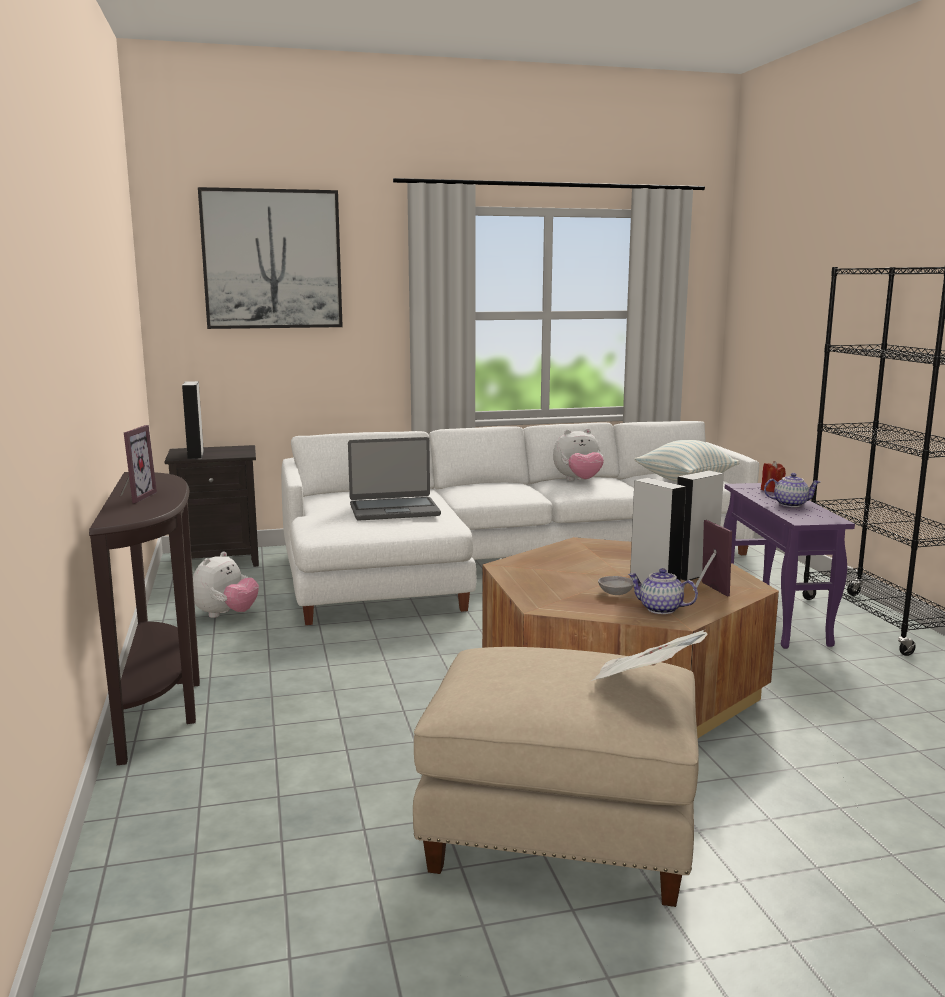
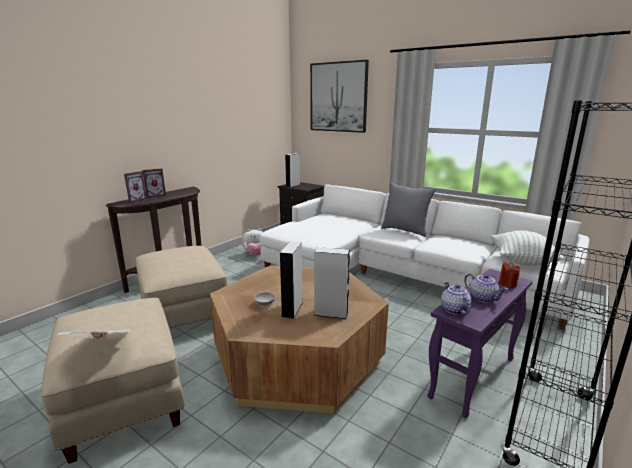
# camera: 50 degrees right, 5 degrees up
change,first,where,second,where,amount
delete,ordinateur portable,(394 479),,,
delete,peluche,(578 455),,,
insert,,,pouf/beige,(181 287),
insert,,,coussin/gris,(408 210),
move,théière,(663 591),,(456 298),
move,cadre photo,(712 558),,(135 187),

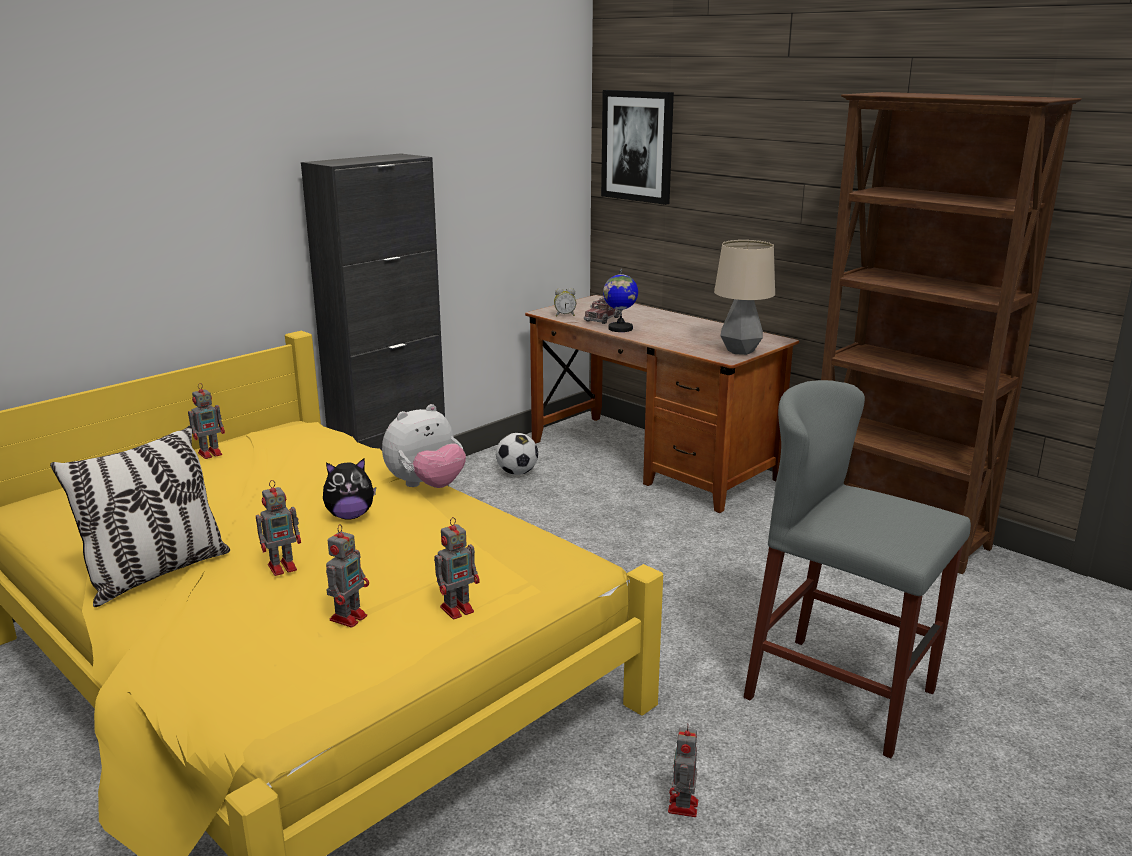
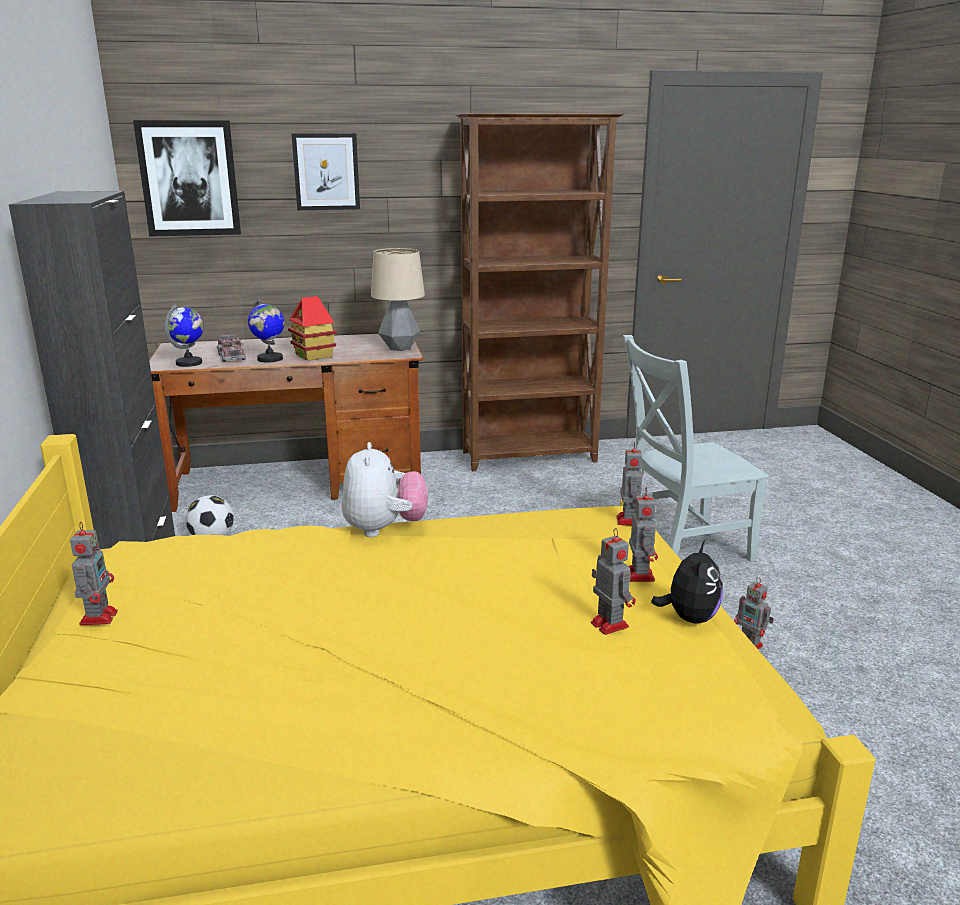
# camera: 55 degrees left, 0 degrees up
change,first,where,second,where,amount
delete,coussin,(140 516),,,
insert,,,maison miniature,(312 328),
insert,,,tableau,(326 171),
move,robot jouet,(278 528),,(629 483),
move,peluche,(349 489),,(687 582),
replace,réveil,(565 302),globe,(184 335),
replace,tabouret/gris,(857 569),chaise/gris,(696 448),

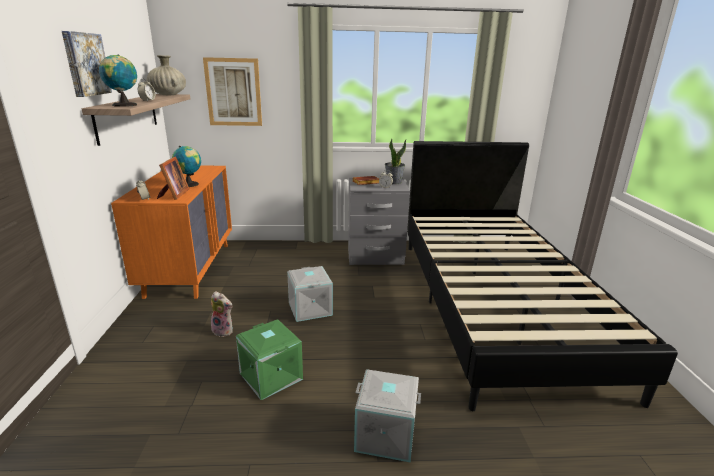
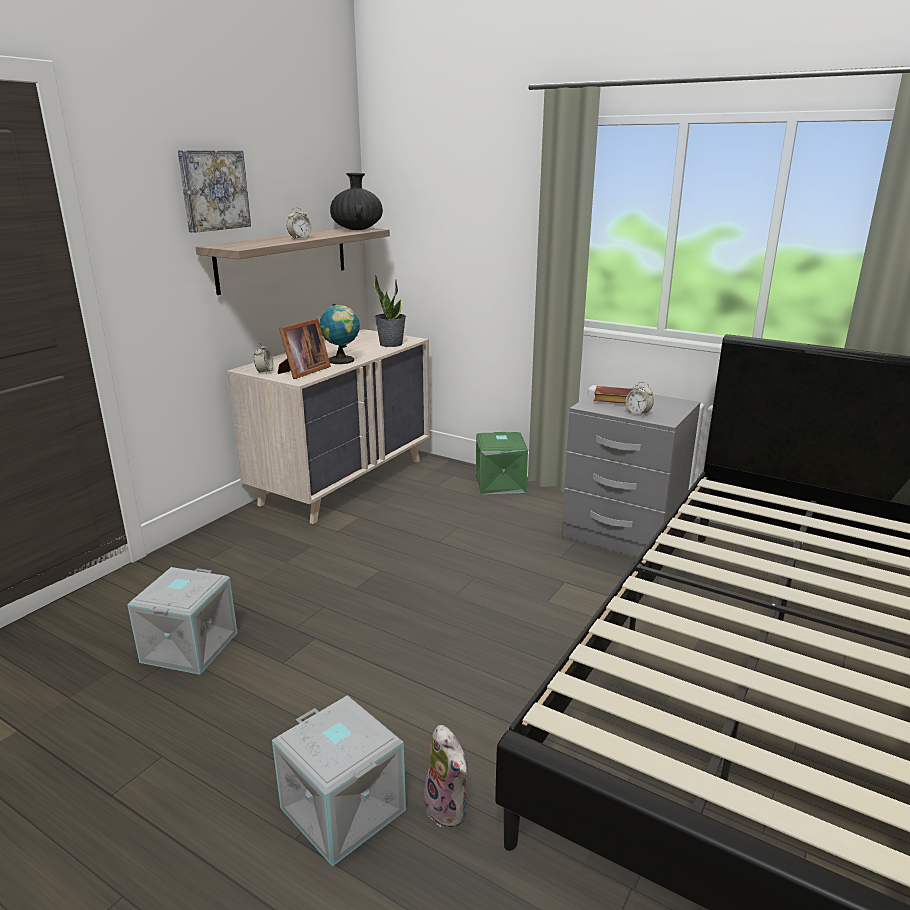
# camera: 35 degrees right, 0 degrees up
change,first,where,second,where,amount
delete,globe,(118 81),,,
delete,tableau,(232 91),,,
move,peluche,(222 314),,(446 776),
move,boîte de rangement/vert,(269 359),,(502 463),
move,boîte de rangement/gris,(310 294),,(182 621),
move,plante en pot,(395 162),,(390 311),
recolor,commode/orange,(171 232),commode/beige,(328 426),
recolor,vase/beige,(166 75),vase/noir,(356 201),

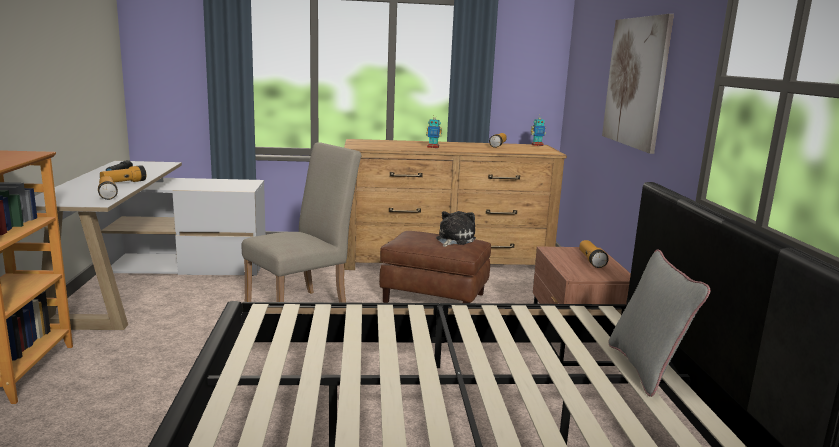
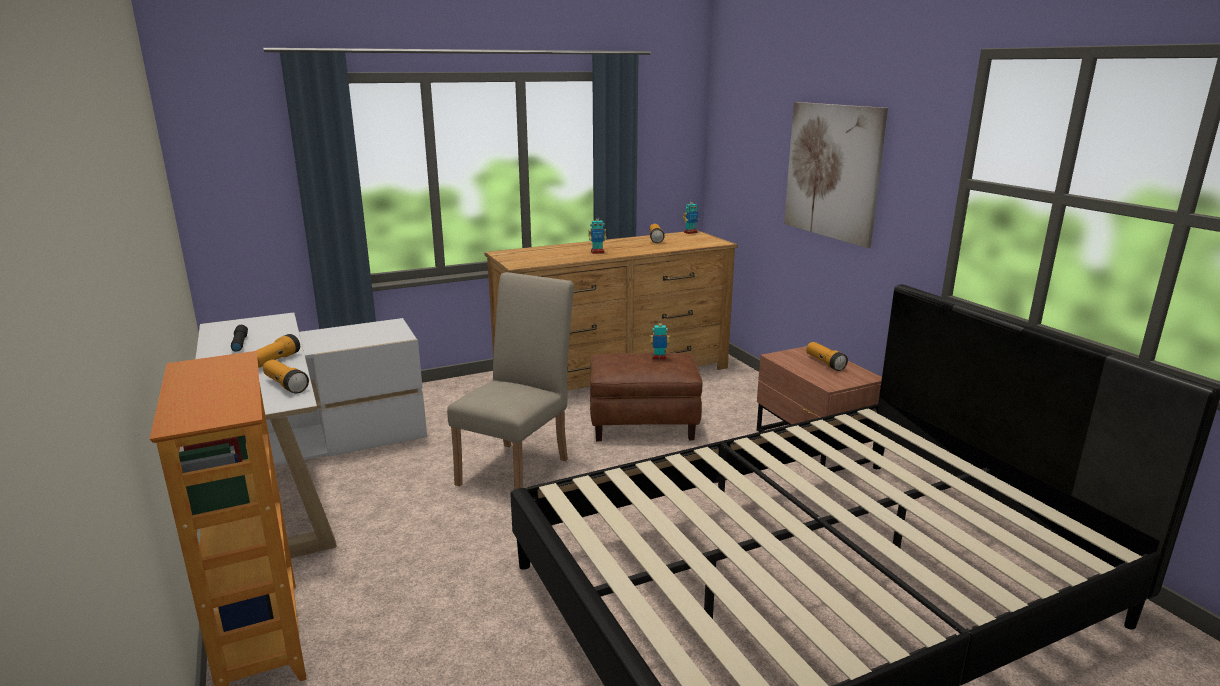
# camera: 20 degrees left, 5 degrees up
change,first,where,second,where,amount
delete,coussin/gris,(659 323),,,
replace,peluche,(456 229),robot jouet,(660 341),

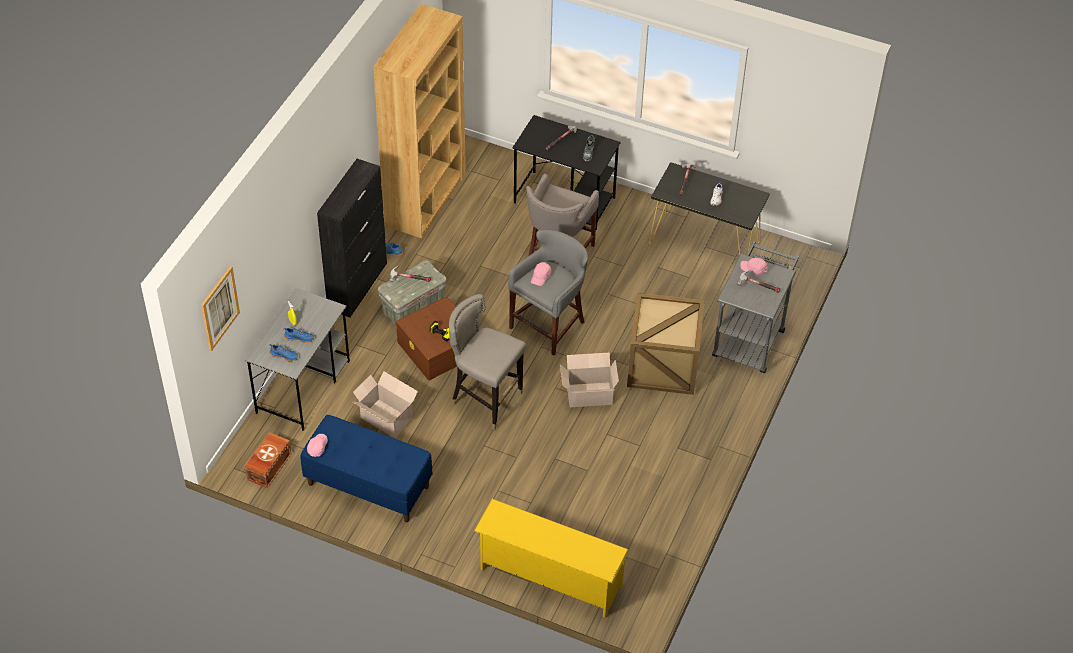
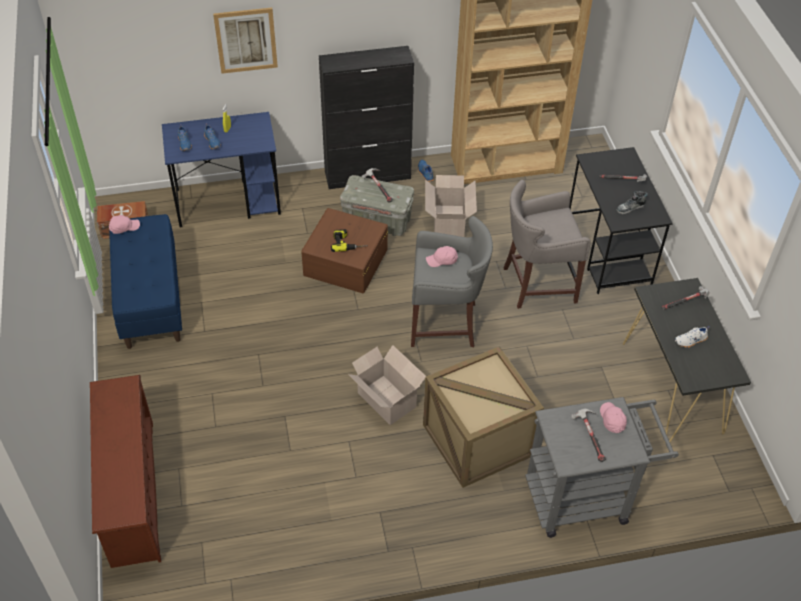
# camera: 55 degrees right, 0 degrees up
change,first,where,second,where,amount
delete,tabouret/gris,(487 362),,,
move,tableau,(220 308),,(245 41),
move,carton,(385 404),,(451 206),
recolor,bureau/gris,(297 359),bureau/bleu,(221 169),
recolor,étagère à chaussures/jaune,(551 558),étagère à chaussures/marron,(125 471),

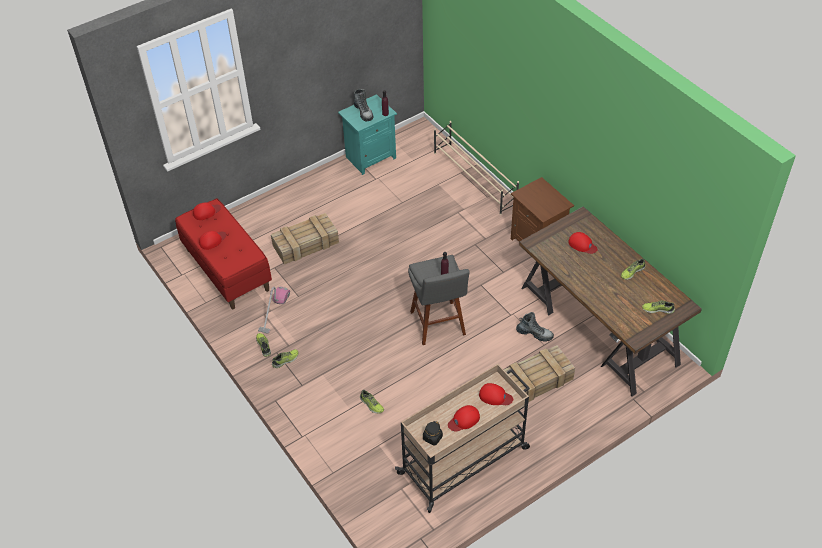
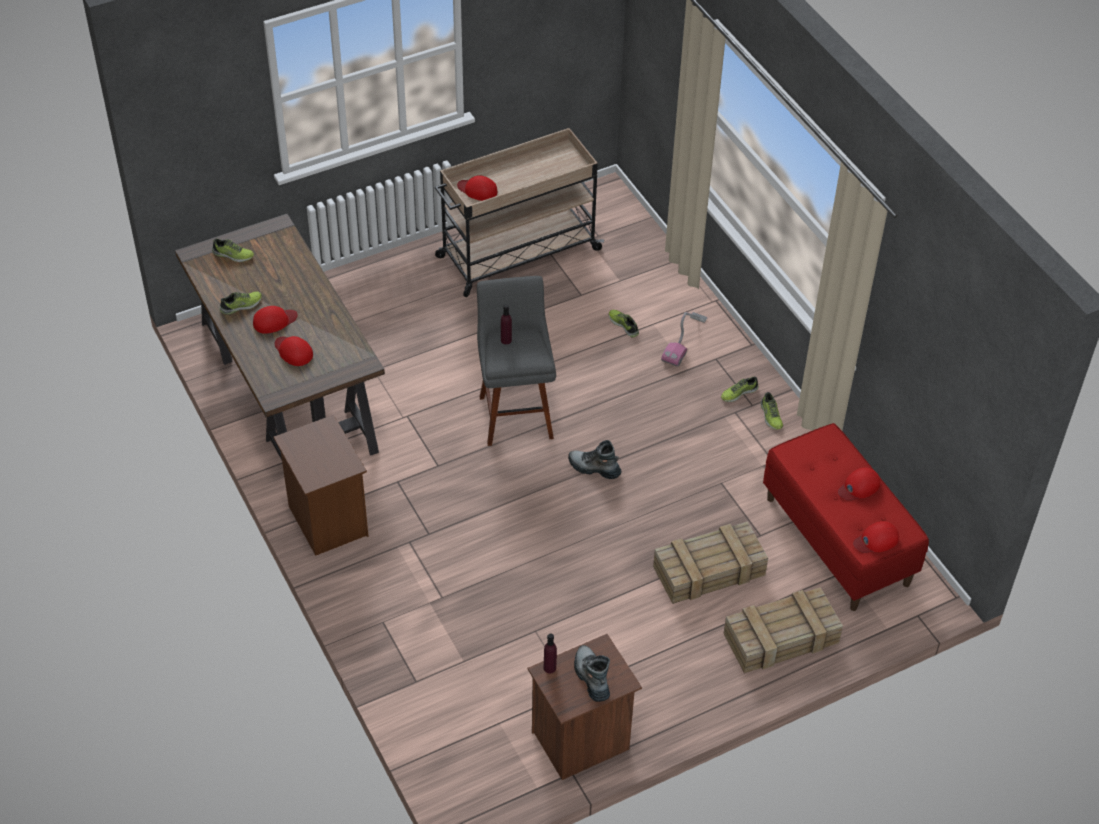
# camera: 175 degrees left, 0 degrees up
change,first,where,second,where,amount
delete,bocal/noir,(433 433),,,
delete,étagère à chaussures/beige,(476 168),,,
move,aspirateur,(274 310),,(684 339),
move,casquette/rouge,(464 418),,(275 320),
move,caisse,(539 373),,(783 630),
move,botte,(535 327),,(594 459),
recolor,table de chevet/turquoise,(367 134),table de chevet/marron,(585 707),

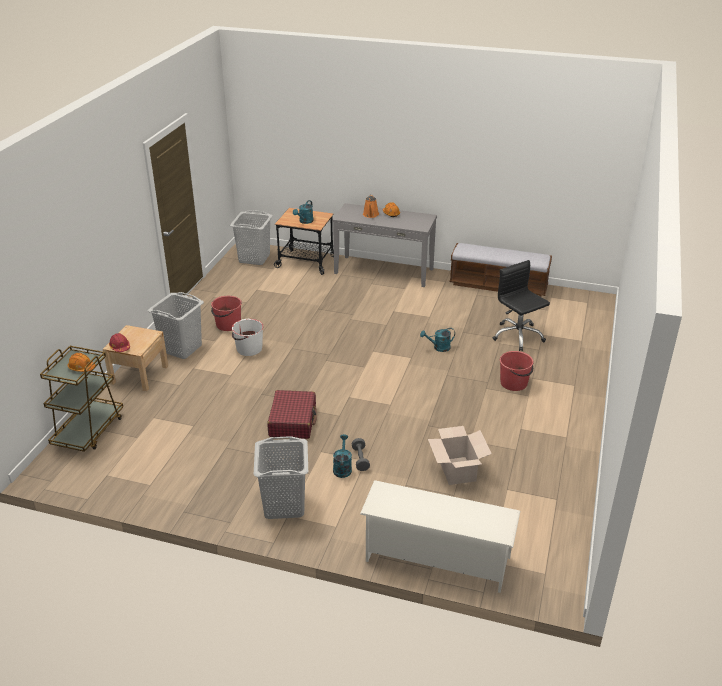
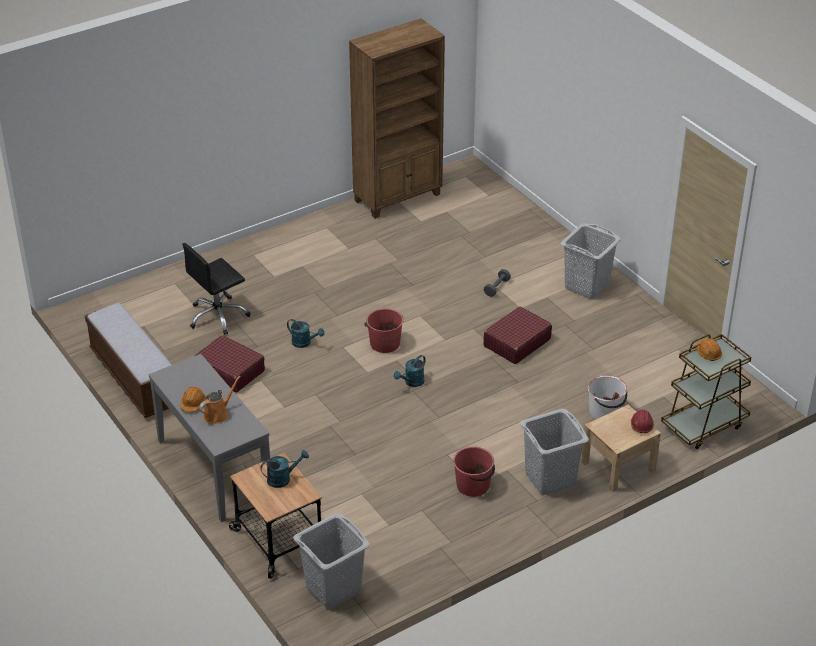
# camera: 140 degrees left, 5 degrees up
change,first,where,second,where,amount
delete,étagère à chaussures/blanc,(440 536),,,
delete,carton,(460 455),,,
insert,,,valise/rouge,(229 364),
insert,,,bibliothèque/marron,(397 118),
move,seau/blanc,(248 337),,(607 397),
move,arrosoir/turquoise,(342 456),,(410 371),
move,seau/rouge,(517 371),,(384 330),
rotate,chaise de bureau/noir,(521 305),,(216 289),45 degrees clockwise

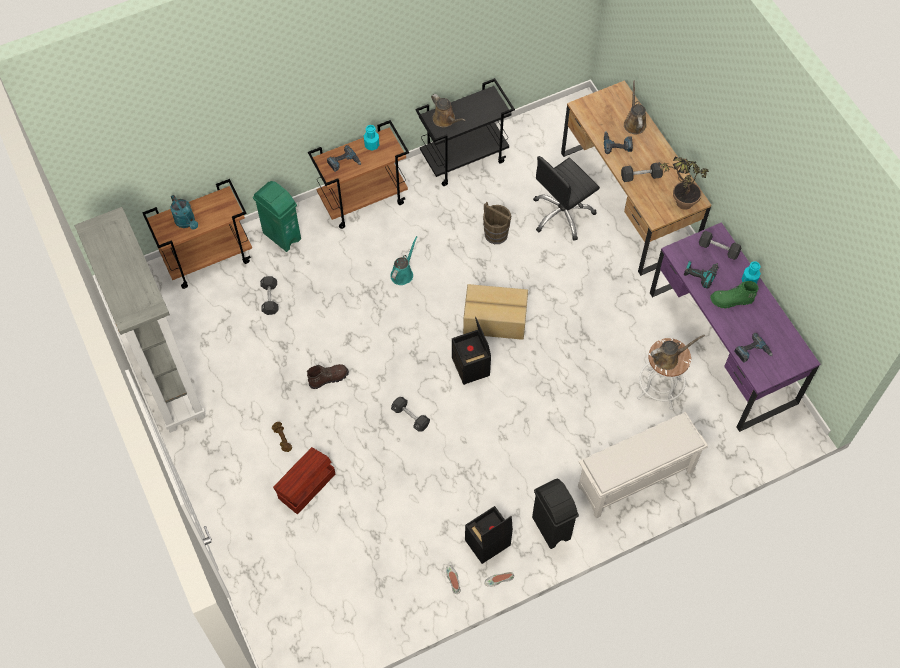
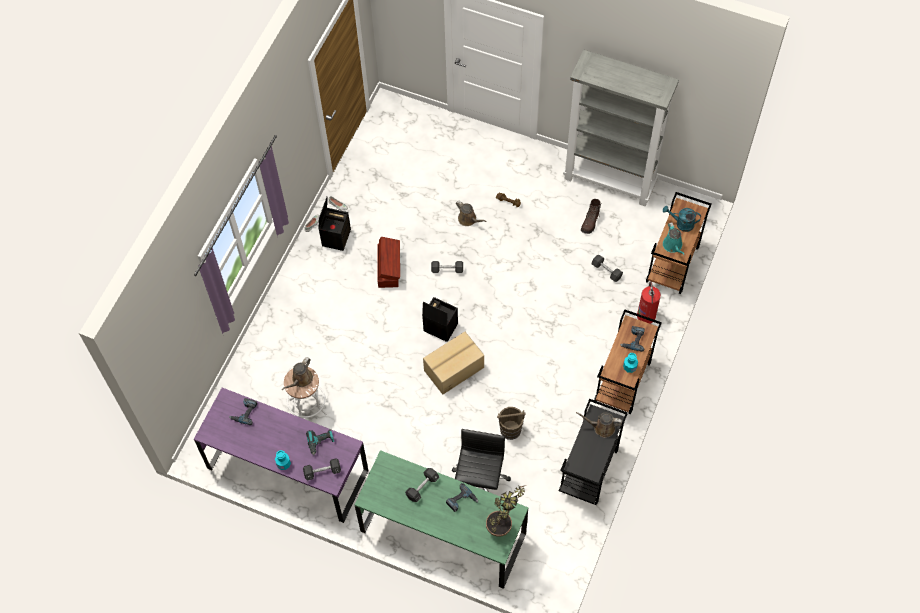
# camera: 140 degrees right, 0 degrees up
change,first,where,second,where,amount
delete,poubelle/noir,(555 513),,,
delete,étagère à chaussures/blanc,(643 465),,,
delete,botte/vert,(734 295),,,
move,boîte de rangement/marron,(304 480),,(388 262),
move,botte/marron,(328 376),,(591 216),
move,arrosoir/turquoise,(404 260),,(674 238),
move,arrosoir/marron,(635 107),,(471 213),
move,plante en pot,(682 183),,(506 511),
replace,poubelle/vert,(277 216),extincteur,(649 302),
recolor,bureau/marron,(636 178),bureau/vert,(441 519),

